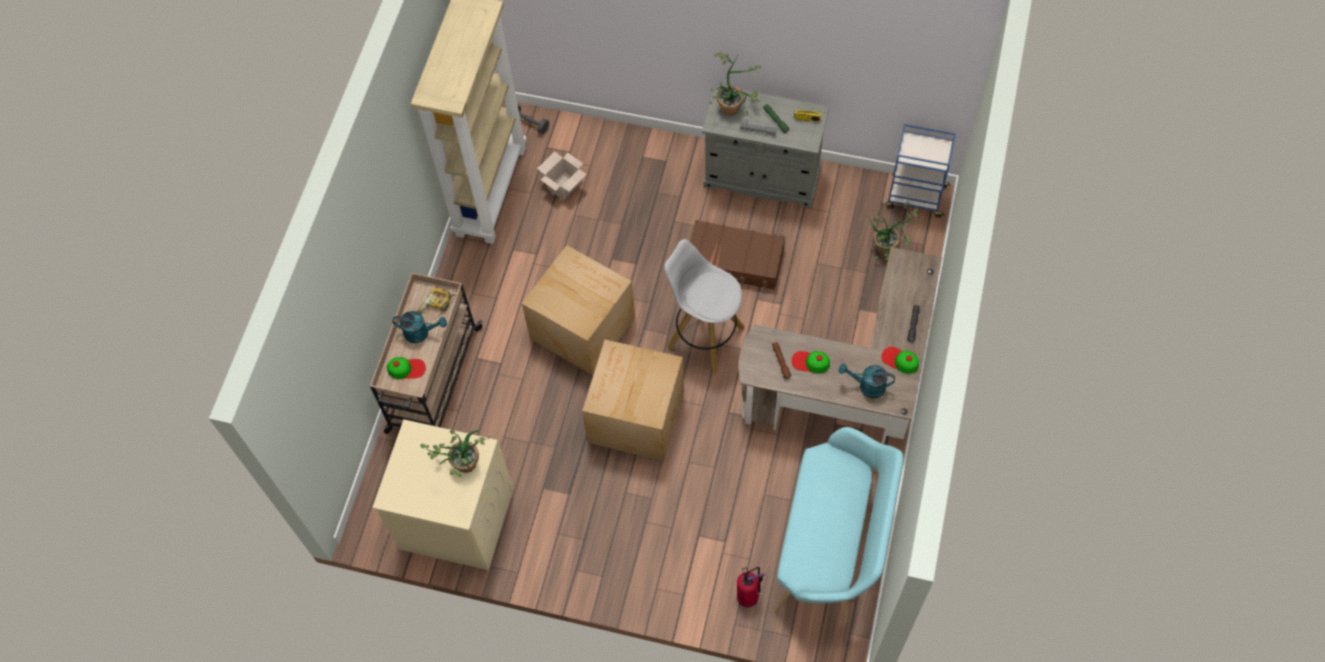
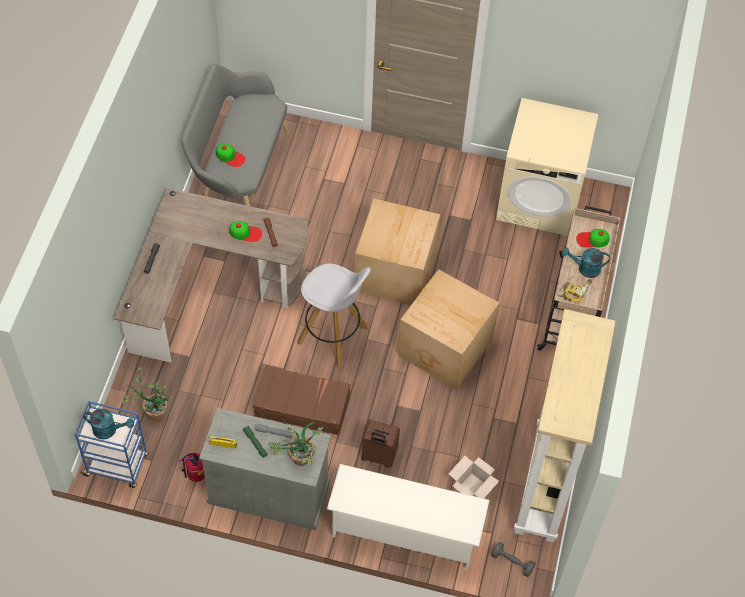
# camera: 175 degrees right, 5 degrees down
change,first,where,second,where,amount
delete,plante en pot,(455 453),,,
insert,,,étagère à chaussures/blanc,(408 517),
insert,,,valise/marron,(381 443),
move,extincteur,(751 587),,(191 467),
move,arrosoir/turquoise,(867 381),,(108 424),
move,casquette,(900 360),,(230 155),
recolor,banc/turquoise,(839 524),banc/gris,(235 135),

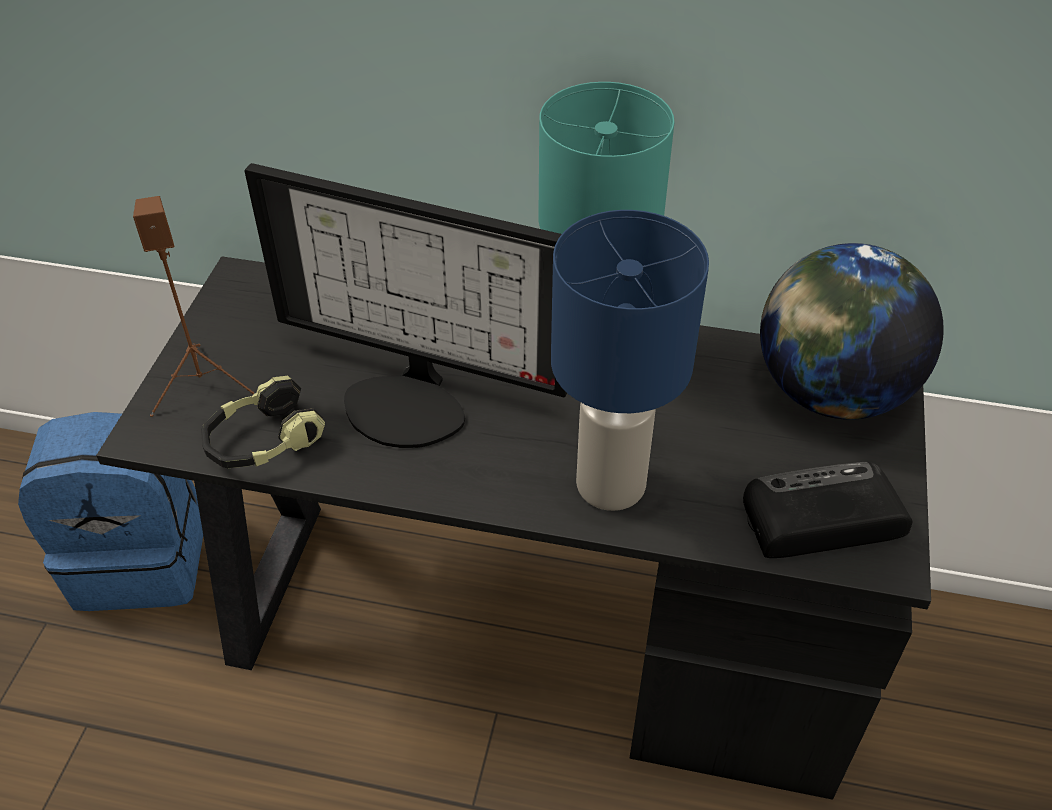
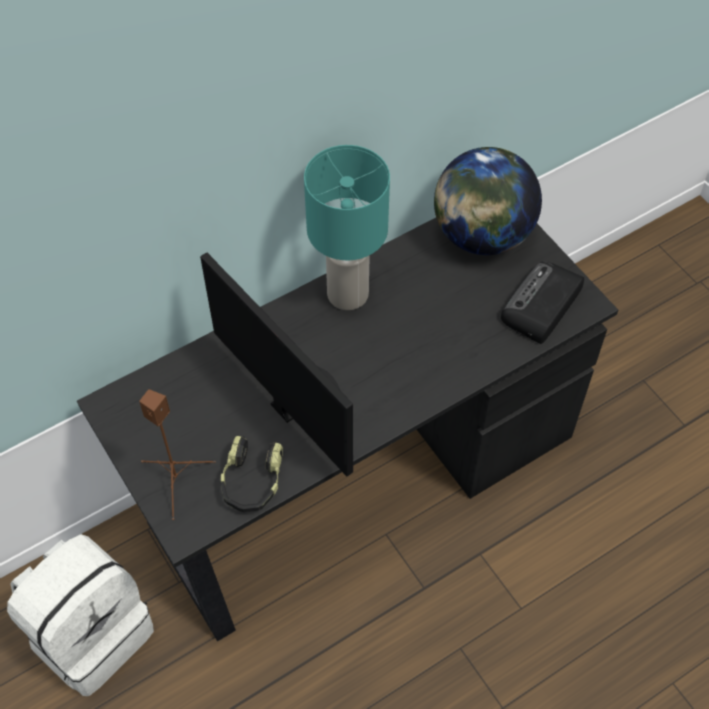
# camera: 45 degrees left, 10 degrees up
change,first,where,second,where,amount
delete,lampe de table/bleu,(630 360),,,
recolor,sac à dos/bleu,(110 511),sac à dos/blanc,(80 615),
rotate,écran d'ordinateur,(405 305),,(276 364),105 degrees counterclockwise

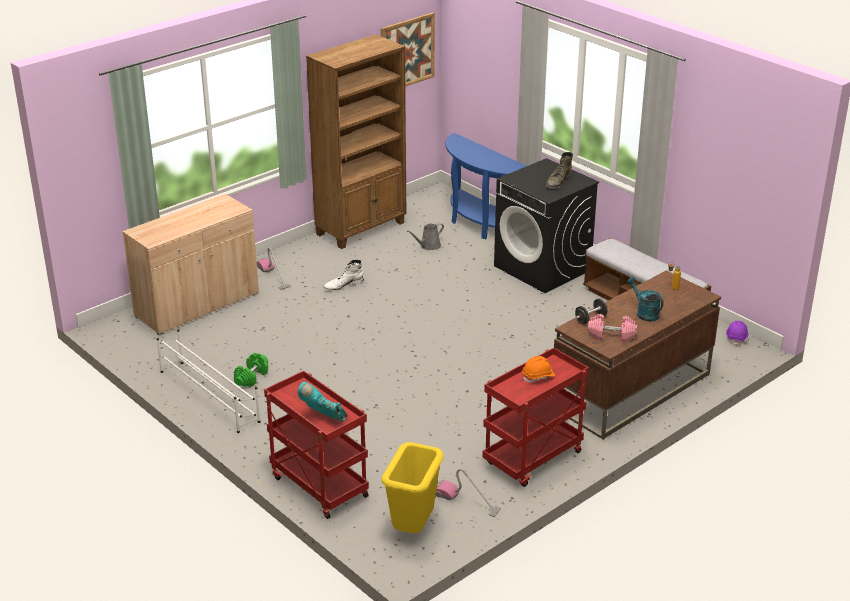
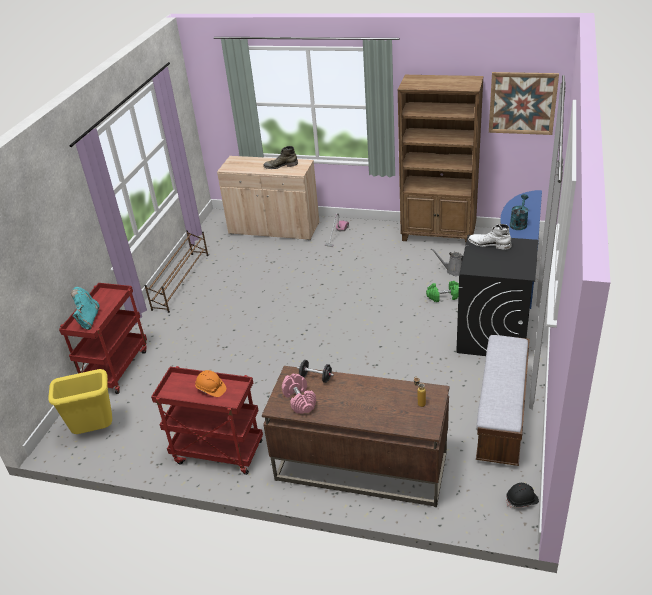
# camera: 60 degrees right, 5 degrees up
change,first,where,second,where,amount
delete,aspirateur,(468 492),,,
move,haltère/vert,(251 370),,(442 291),
move,botte/blanc,(343 275),,(490 237),
move,botte/vert,(559 170),,(280 157),
move,arrosoir/turquoise,(645 299),,(519 212),
recolor,étagère à chaussures/blanc,(208 381),étagère à chaussures/marron,(176 271),
recolor,casque de chantier/violet,(737 333),casque de chantier/noir,(523 495),

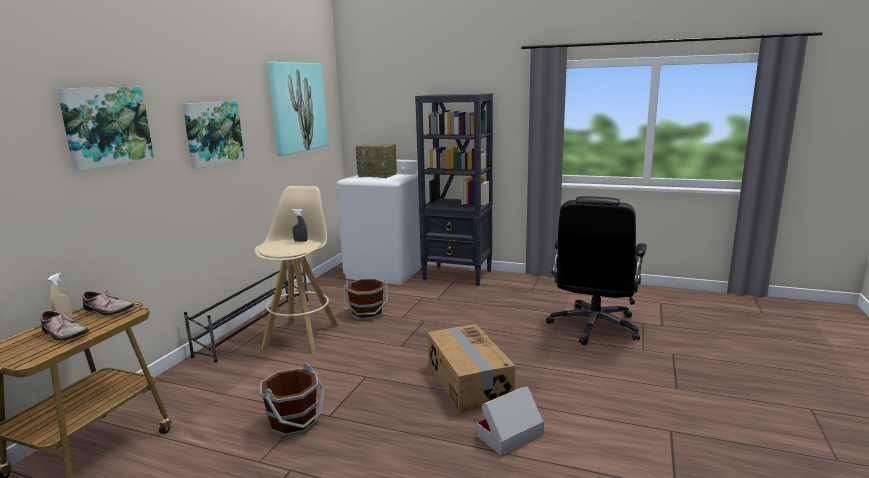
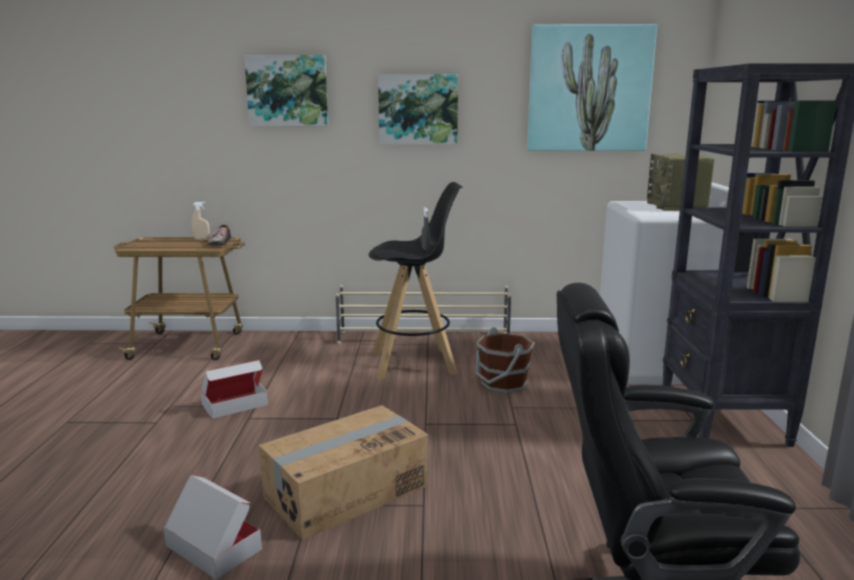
# camera: 70 degrees right, 0 degrees up
change,first,where,second,where,amount
delete,chaussure,(64 325),,,
replace,seau/marron,(292 400),carton,(234 389),
recolor,étagère à chaussures/noir,(246 315),étagère à chaussures/beige,(423 314),
recolor,tabouret/beige,(296 270),tabouret/noir,(415 281),

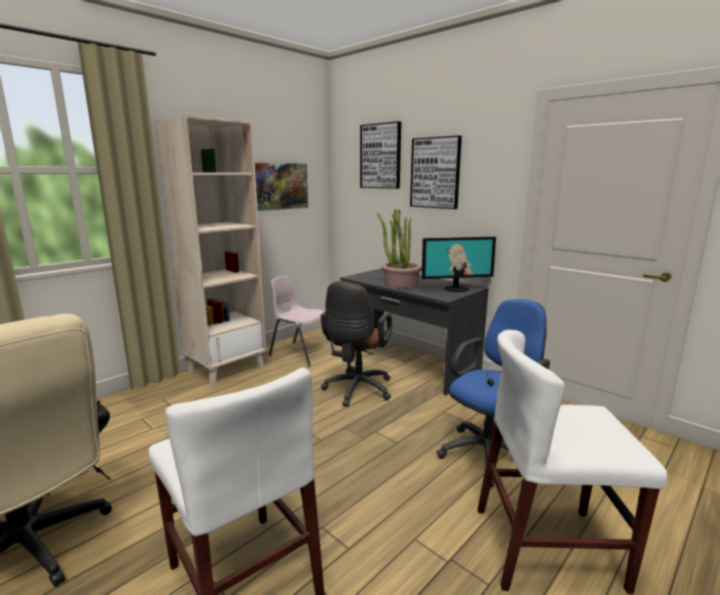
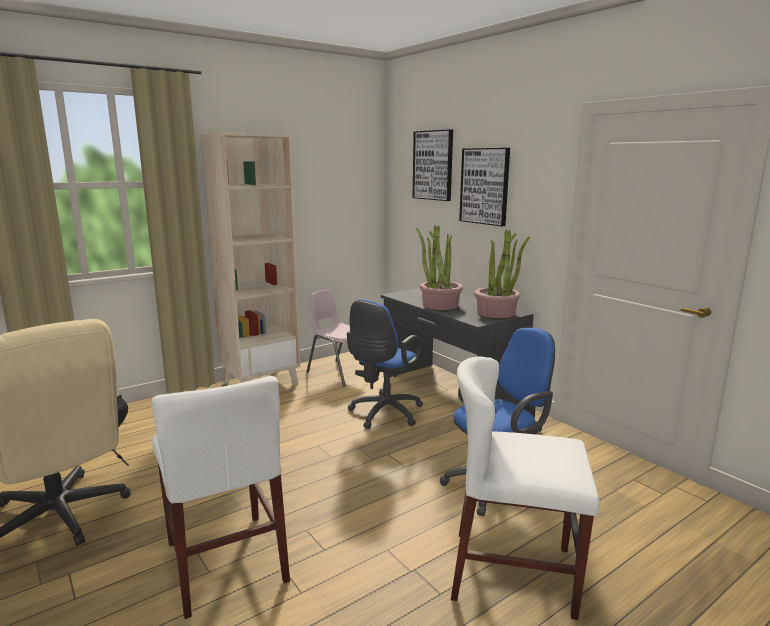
# camera: 10 degrees right, 0 degrees up
change,first,where,second,where,amount
delete,tableau,(281 187),,,
replace,écran d'ordinateur,(459 264),plante en pot,(502 273),
recolor,chaise de bureau/marron,(356 344),chaise de bureau/bleu,(385 364),

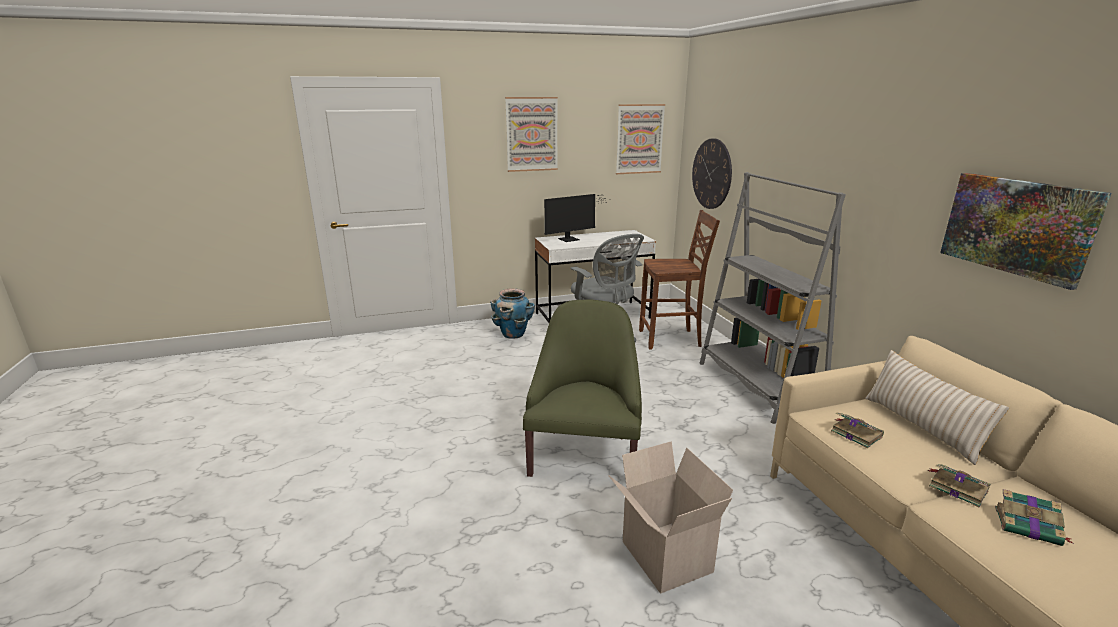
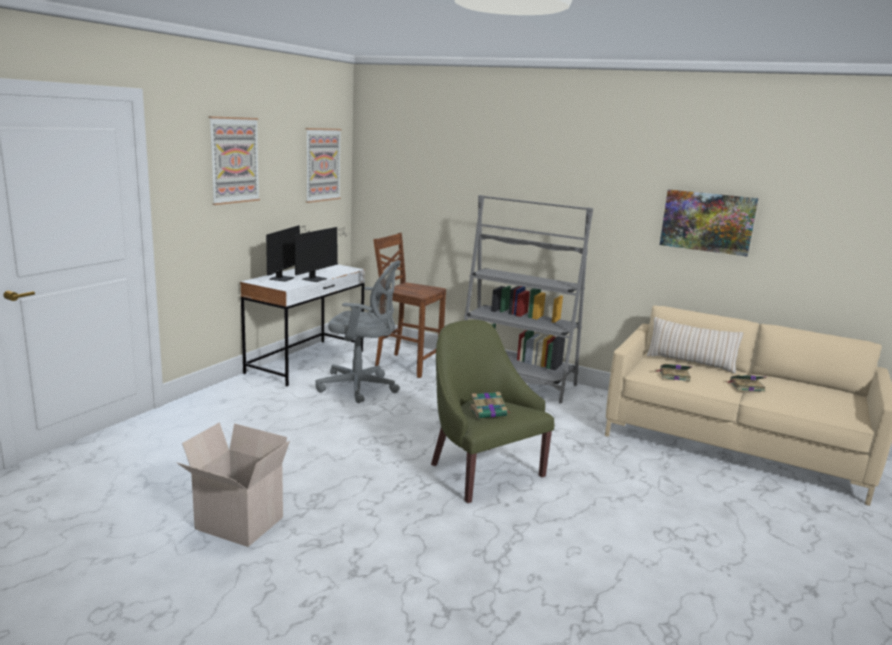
# camera: 45 degrees left, 5 degrees down
change,first,where,second,where,amount
delete,cache-pot,(512 313),,,
delete,horloge murale,(712 173),,,
insert,,,écran d'ordinateur,(322 254),
move,carton,(670 517),,(233 484),
move,livre,(1034 517),,(490 405),
rotate,chaise/marron,(679 280),,(409 305),105 degrees counterclockwise

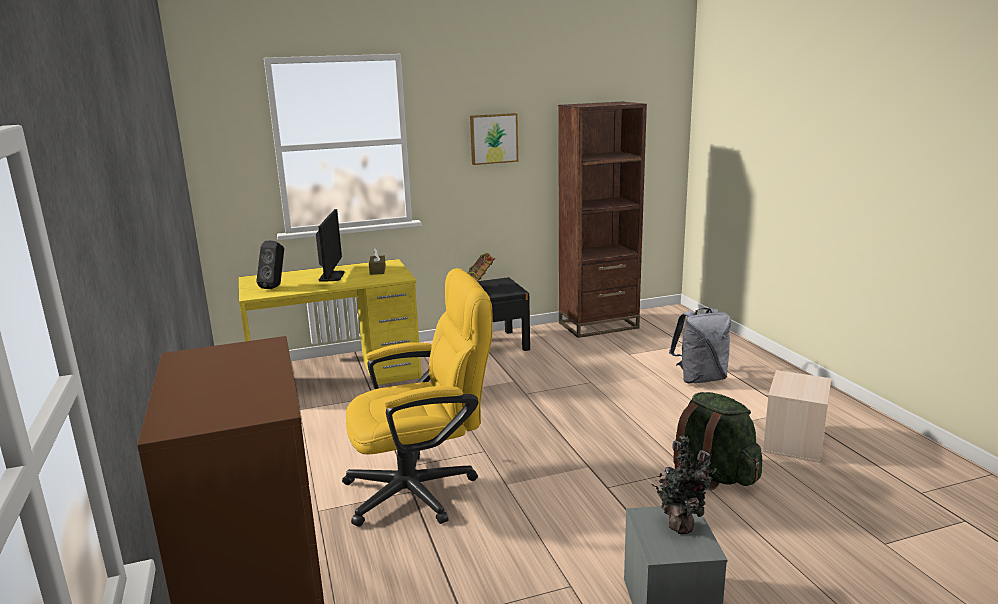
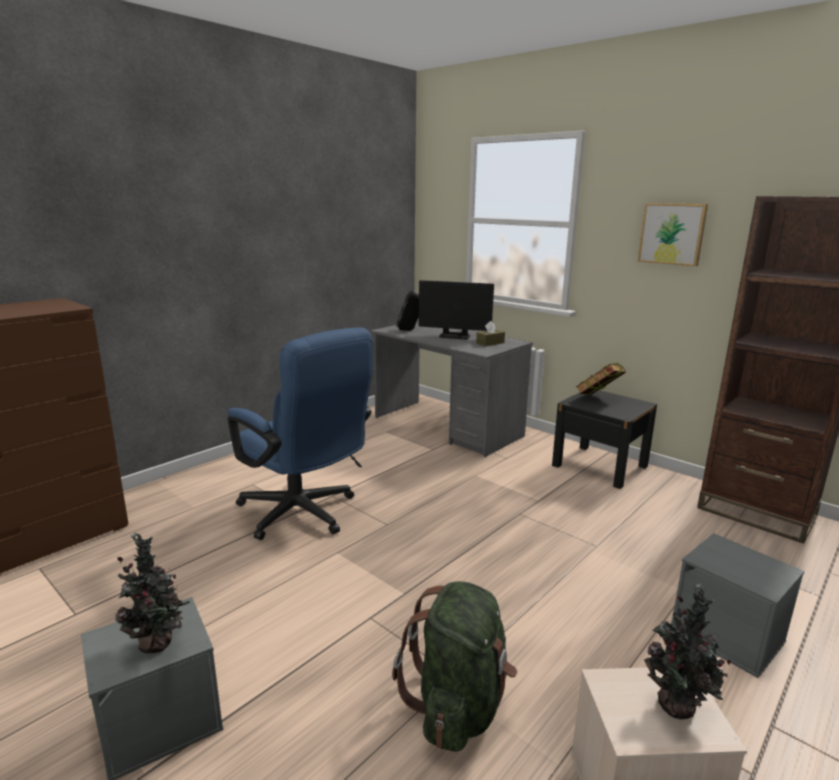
# camera: 60 degrees right, 0 degrees up
change,first,where,second,where,amount
insert,,,plante en pot,(687 652),
replace,sac à dos/gris,(700 345),boîte de rangement/gris,(737 605),
recolor,bureau/jaune,(330 322),bureau/gris,(452 388),
recolor,chaise de bureau/jaune,(417 397),chaise de bureau/bleu,(300 433),
rotate,écran d'ordinateur,(330 245),,(456 309),45 degrees clockwise

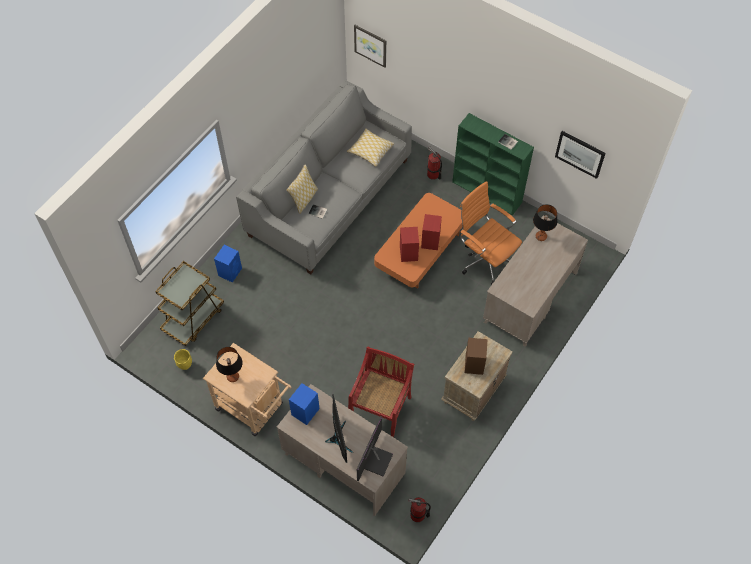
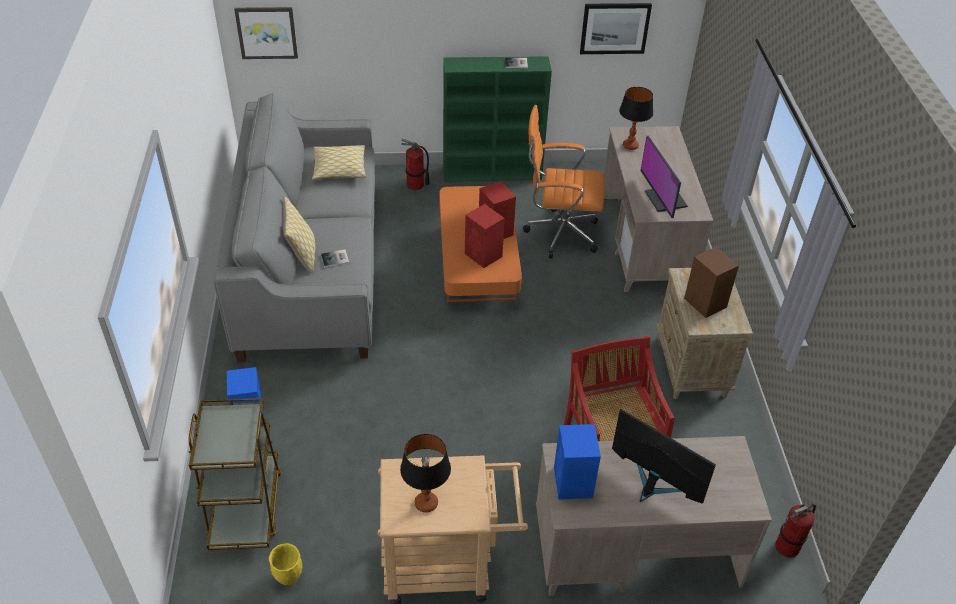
# camera: 40 degrees left, 15 degrees down
change,first,where,second,where,amount
move,écran d'ordinateur,(375 449),,(664 177),

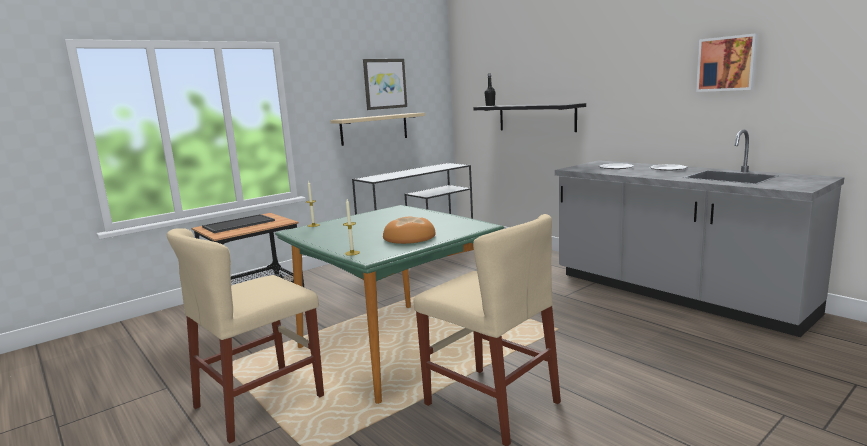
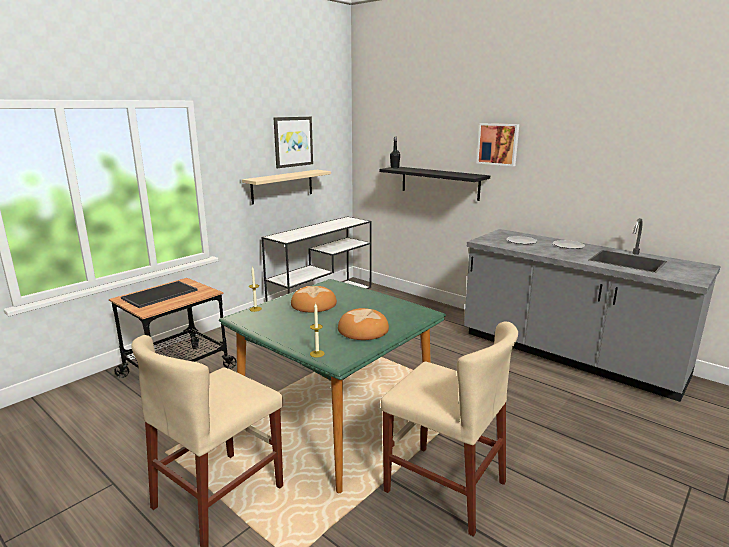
# camera: 10 degrees left, 5 degrees up
change,first,where,second,where,amount
insert,,,pain,(314 299),
move,tableau,(727 62),,(498 144),

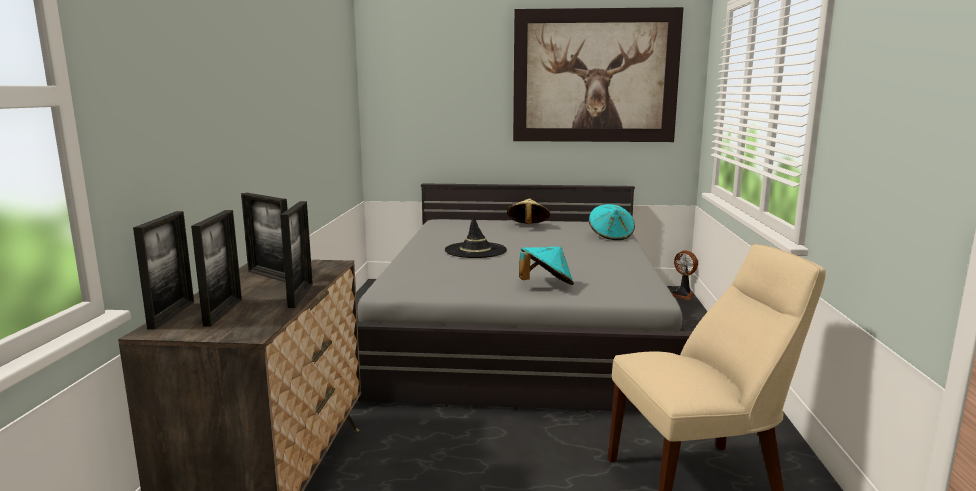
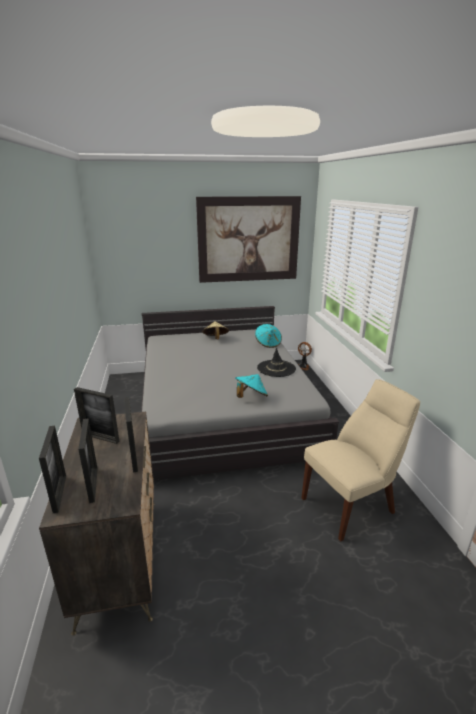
# camera: 15 degrees left, 10 degrees up
change,first,where,second,where,amount
move,chapeau/noir,(476 236),,(276 362),

